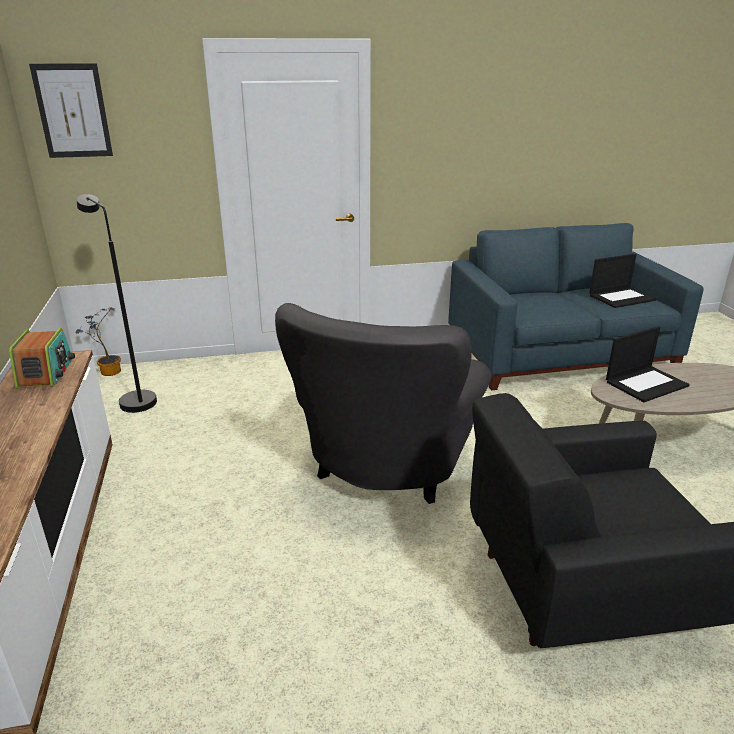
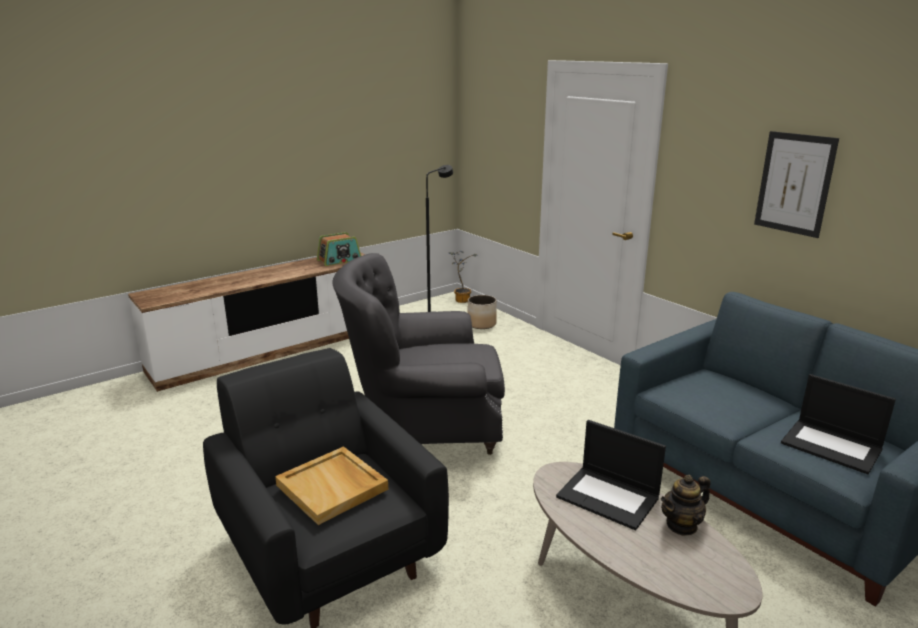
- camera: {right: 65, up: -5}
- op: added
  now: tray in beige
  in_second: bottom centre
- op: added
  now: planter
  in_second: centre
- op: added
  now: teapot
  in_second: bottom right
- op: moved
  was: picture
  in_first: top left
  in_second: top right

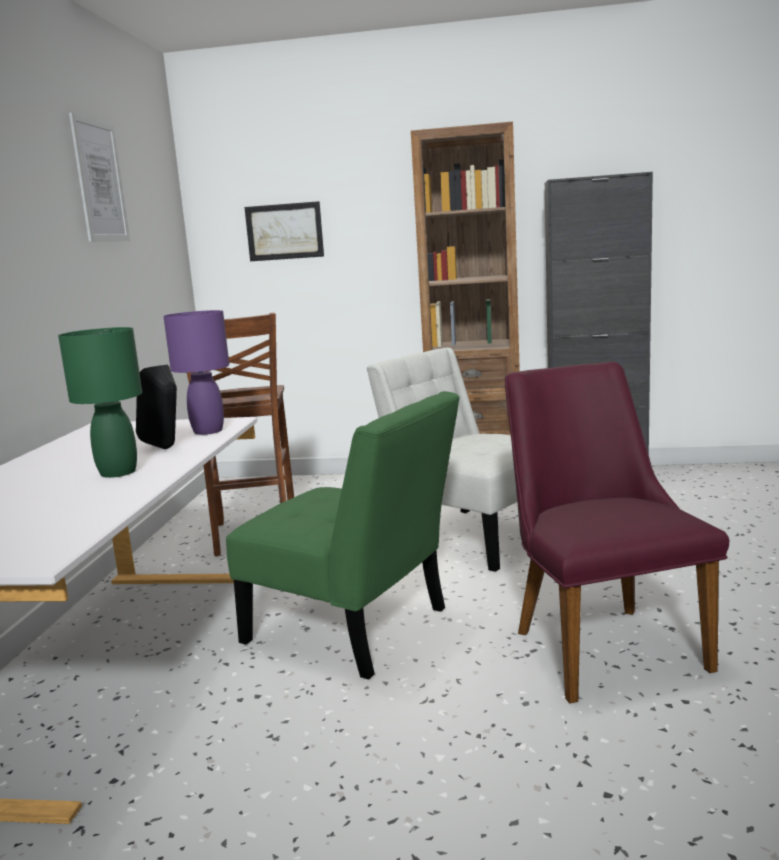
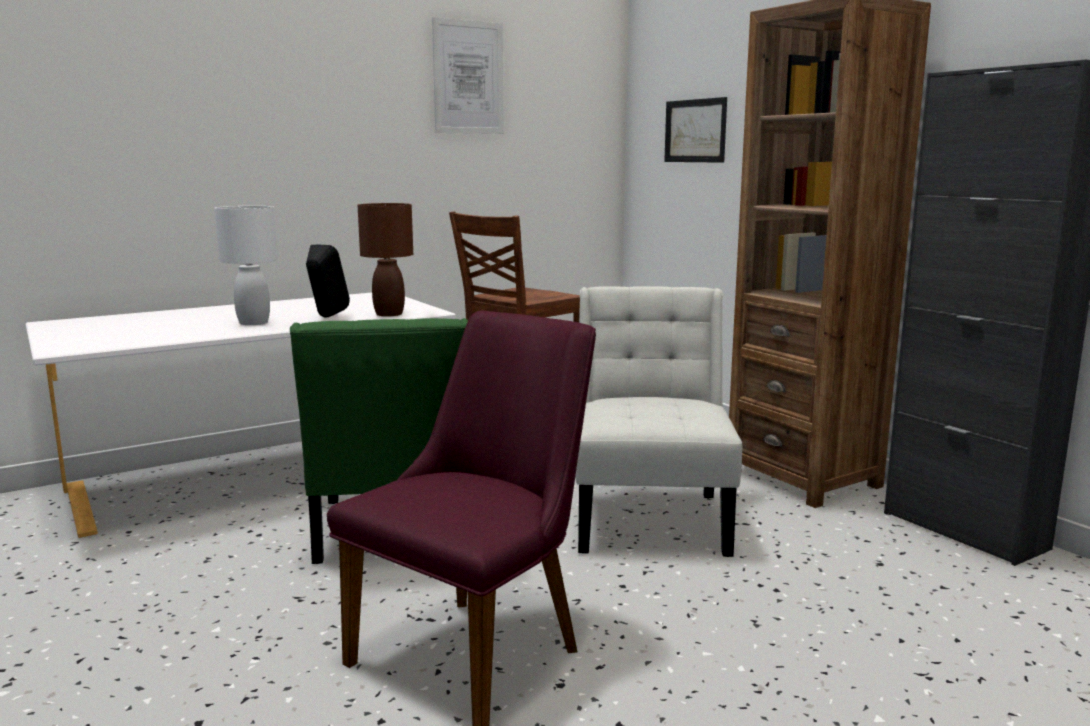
- camera: {right: 50, up: 0}
- op: recoloured
  was: table lamp in green
  now: table lamp in white
  in_first: middle left
  in_second: middle left
- op: recoloured
  was: table lamp in purple
  now: table lamp in brown
  in_first: middle left
  in_second: centre

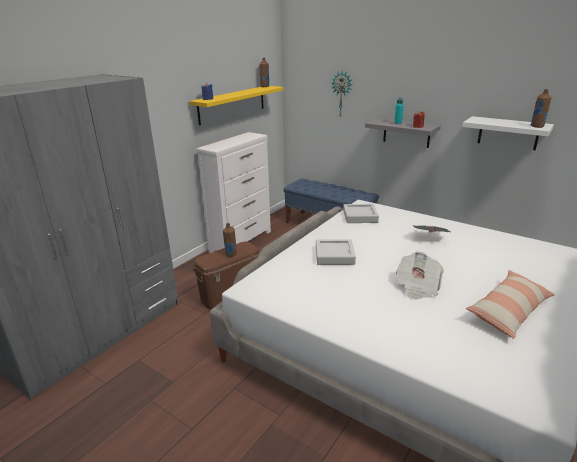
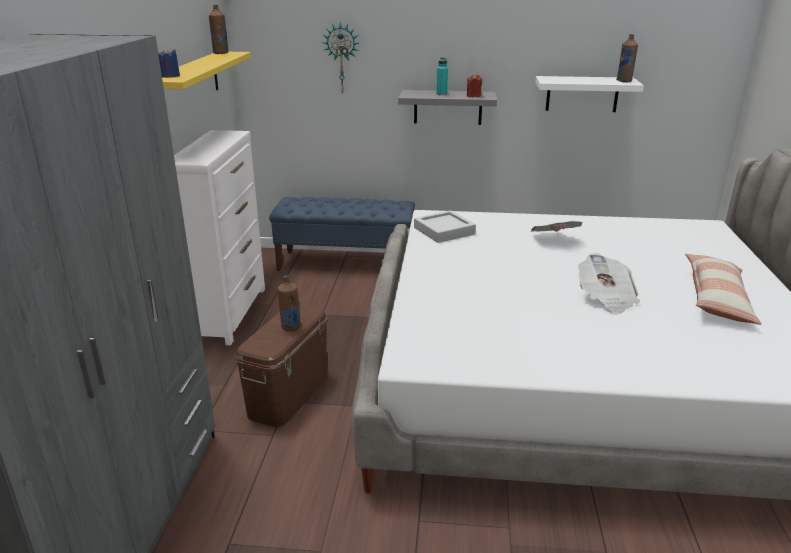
- camera: {right: -30, up: 0}
- op: removed
  was: tray in grey (1st from left)
  in_first: centre

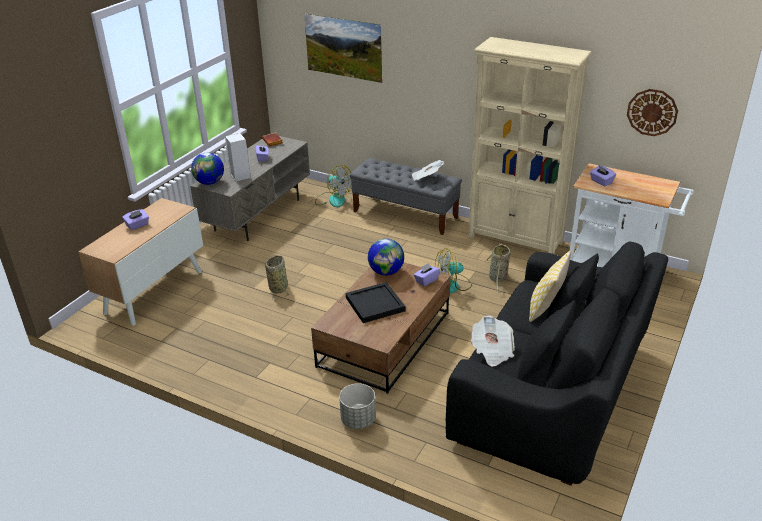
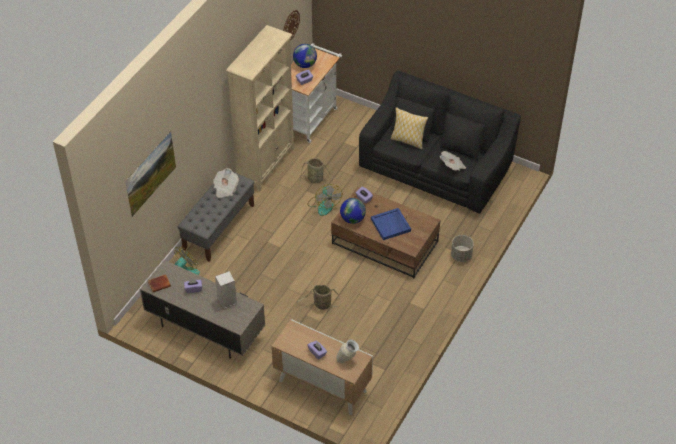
- camera: {right: -90, up: 15}
- op: added
  now: vase
  in_second: bottom centre
- op: moved
  was: globe (1st from left)
  in_first: top left
  in_second: top centre
- op: recoloured
  was: tray in black
  now: tray in blue
  in_first: centre
  in_second: centre

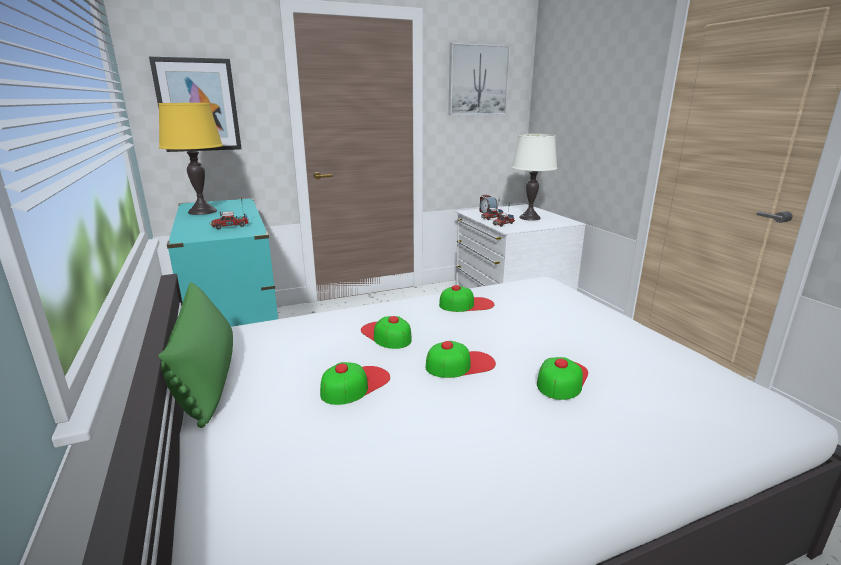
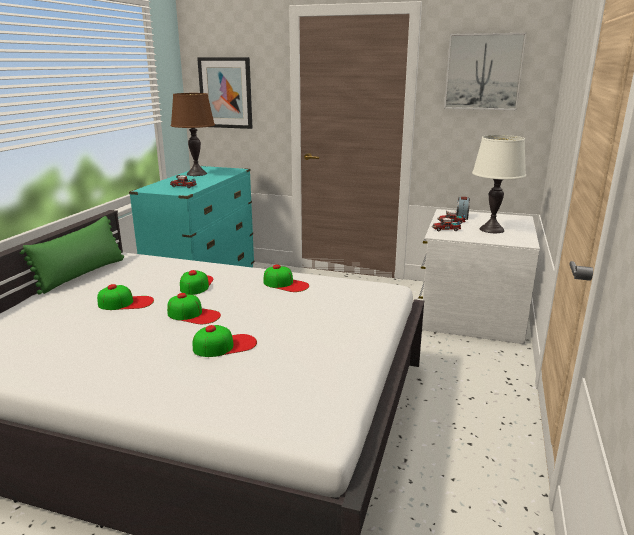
- camera: {right: 40, up: 0}
- op: recoloured
  was: table lamp in yellow
  now: table lamp in brown
  in_first: top left
  in_second: top left

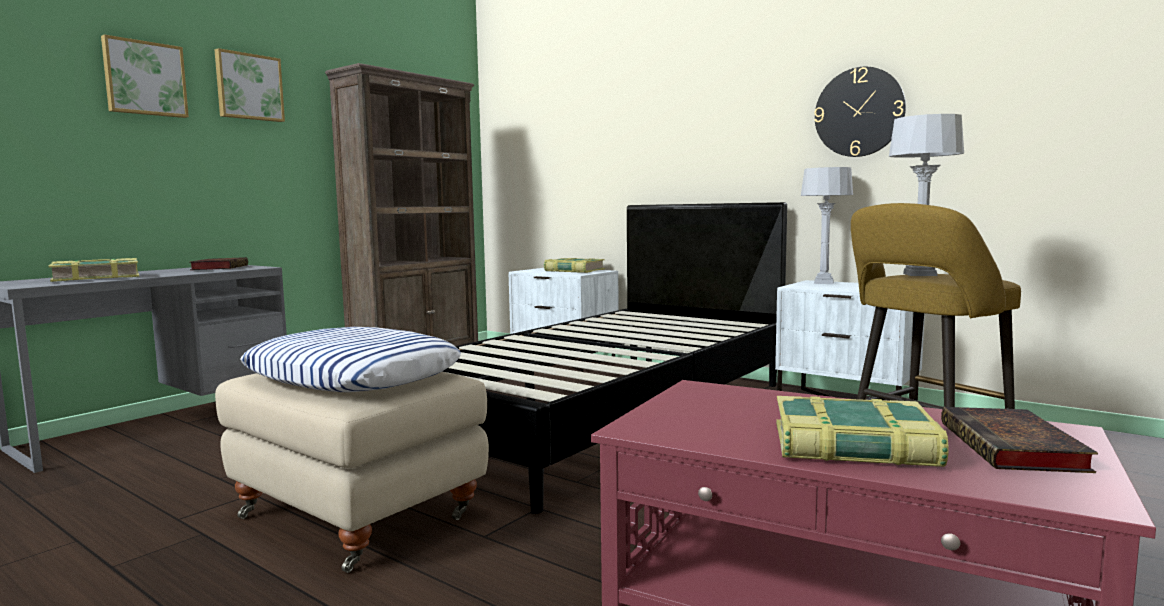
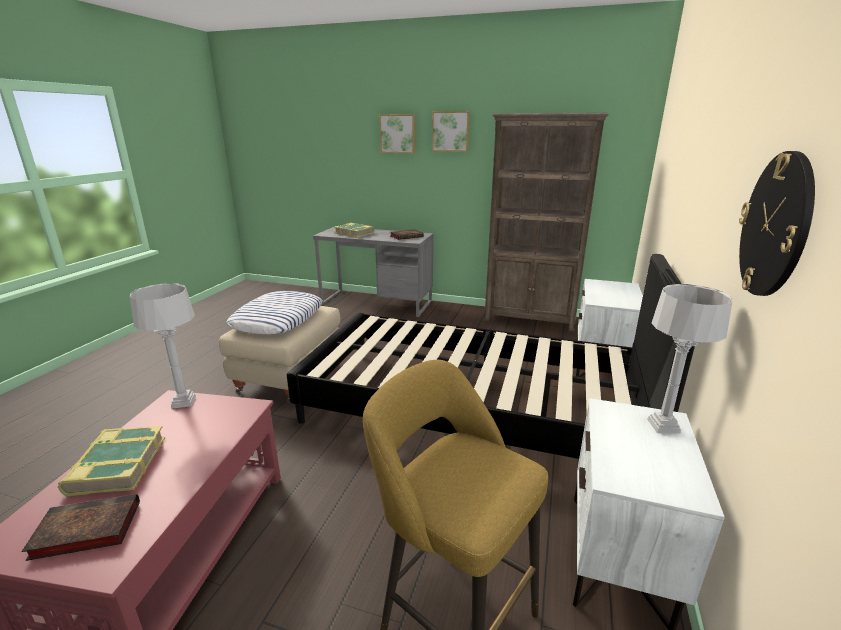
- camera: {right: 70, up: 15}
- op: removed
  was: book (3rd from left)
  in_first: centre
- op: moved
  was: table lamp in grey (2nd from left in the first image)
  now: table lamp in grey (1st from left)
  in_first: top right
  in_second: middle left

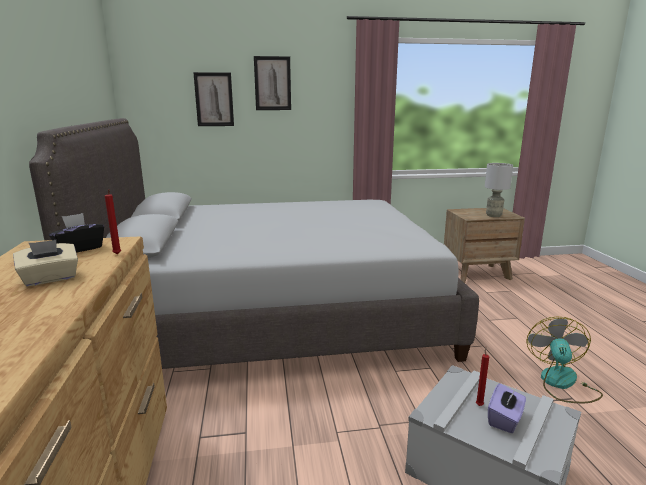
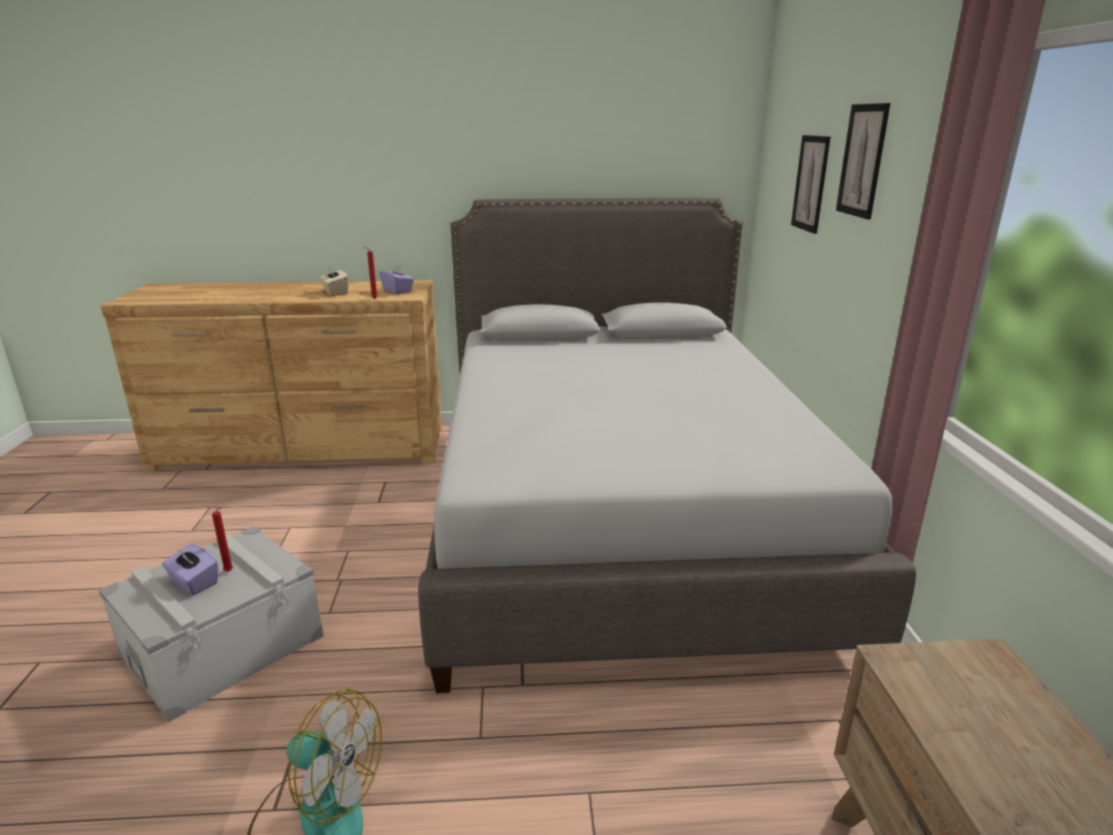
- camera: {right: 95, up: 5}
- op: removed
  was: table lamp in grey
  in_first: middle right
- op: recoloured
  was: tissue box in black
  now: tissue box in purple (2nd from left)
  in_first: middle left
  in_second: top centre

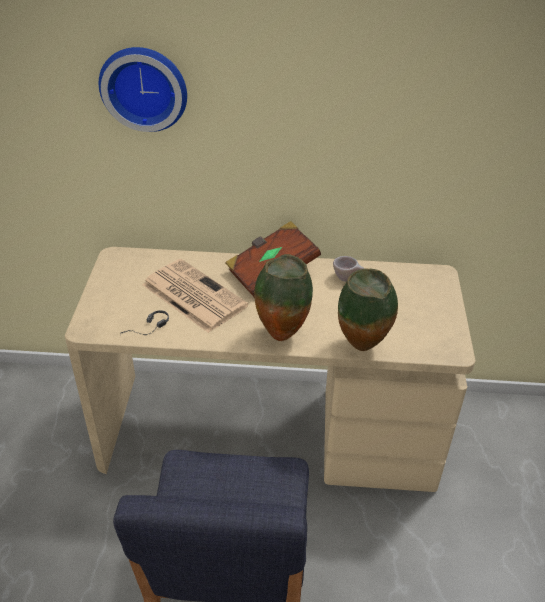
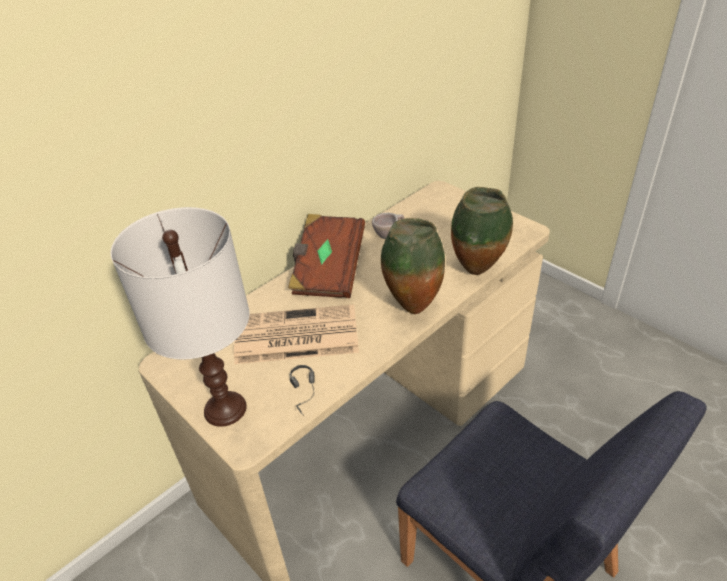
- camera: {right: -45, up: 0}
- op: removed
  was: wall clock
  in_first: top left
- op: added
  now: table lamp in white
  in_second: middle left

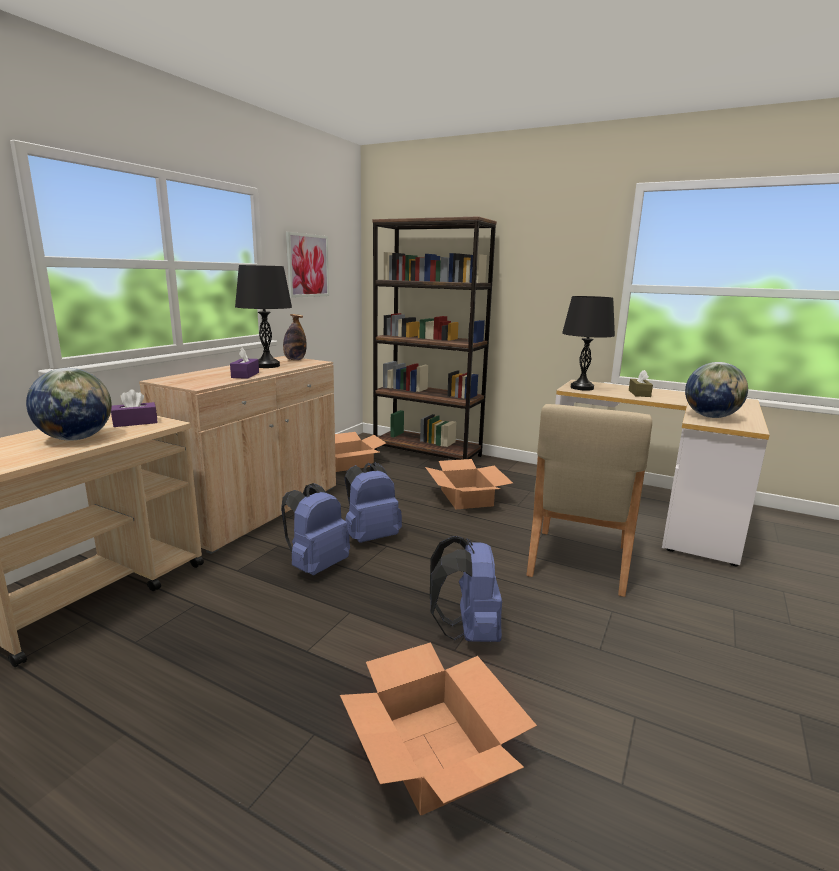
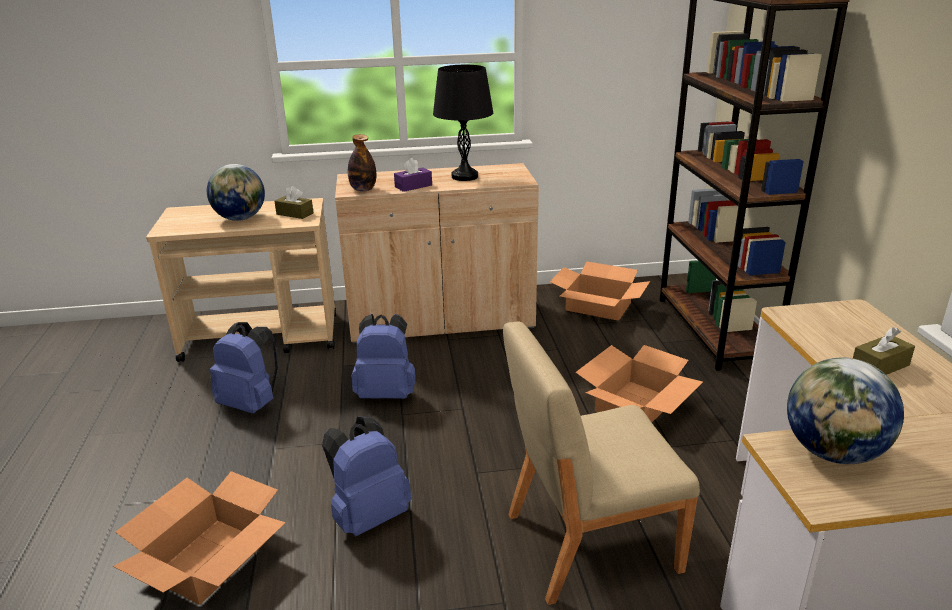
- camera: {right: 55, up: 10}
- op: removed
  was: picture
  in_first: top centre
- op: removed
  was: table lamp in black (2nd from left)
  in_first: middle right
- op: moved
  was: bottle
  in_first: centre
  in_second: top centre
- op: moved
  was: backpack in blue (2nd from left in the first image)
  now: backpack in blue (1st from left)
  in_first: centre
  in_second: middle left
- op: recoloured
  was: tissue box in purple (1st from left)
  now: tissue box in brown (1st from left)
  in_first: middle left
  in_second: top left

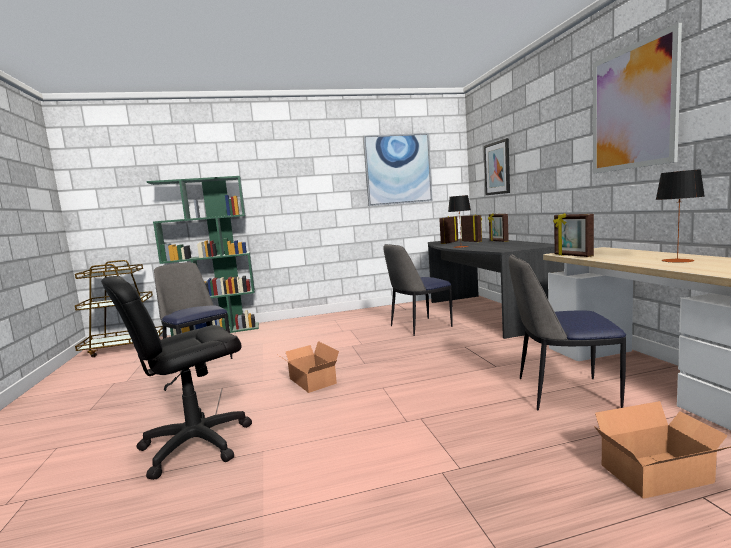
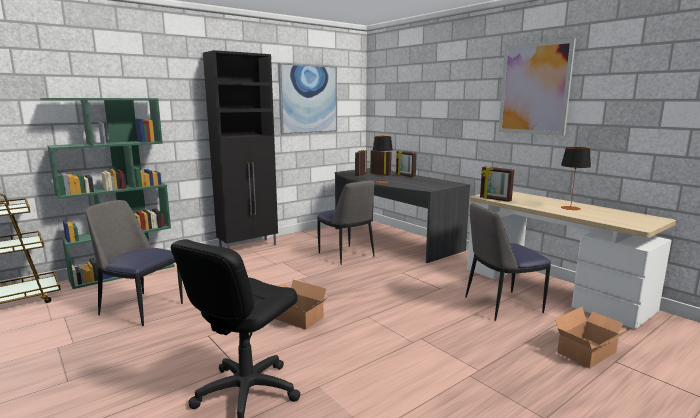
- camera: {right: -25, up: 5}
- op: removed
  was: picture (2nd from left)
  in_first: top right
- op: added
  now: cabinet in black
  in_second: centre
- op: turned
  was: chair (2nd from left)
  in_first: centre
  in_second: centre
  clockwise: -75

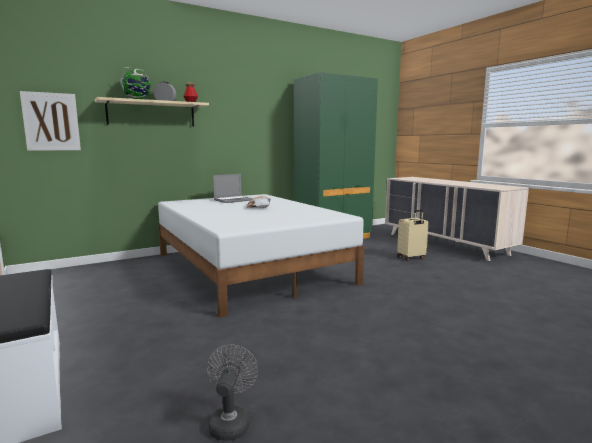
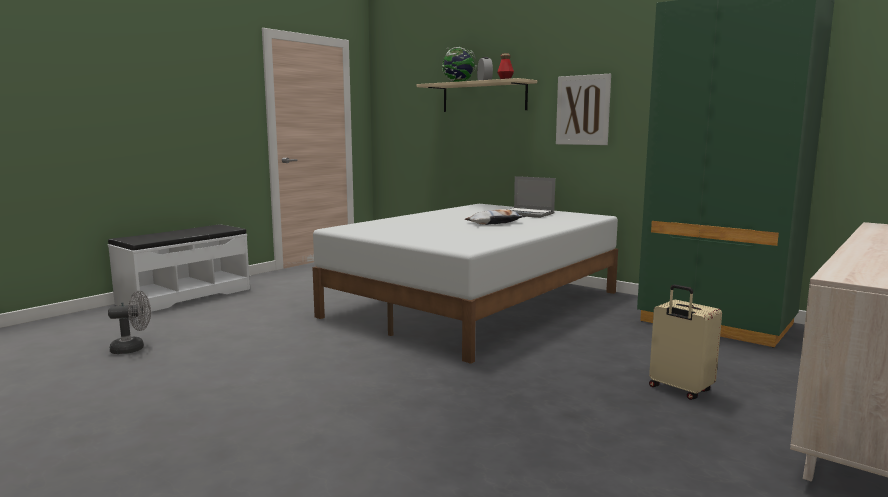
- camera: {right: 70, up: 0}
- op: moved
  was: picture
  in_first: top left
  in_second: top centre

